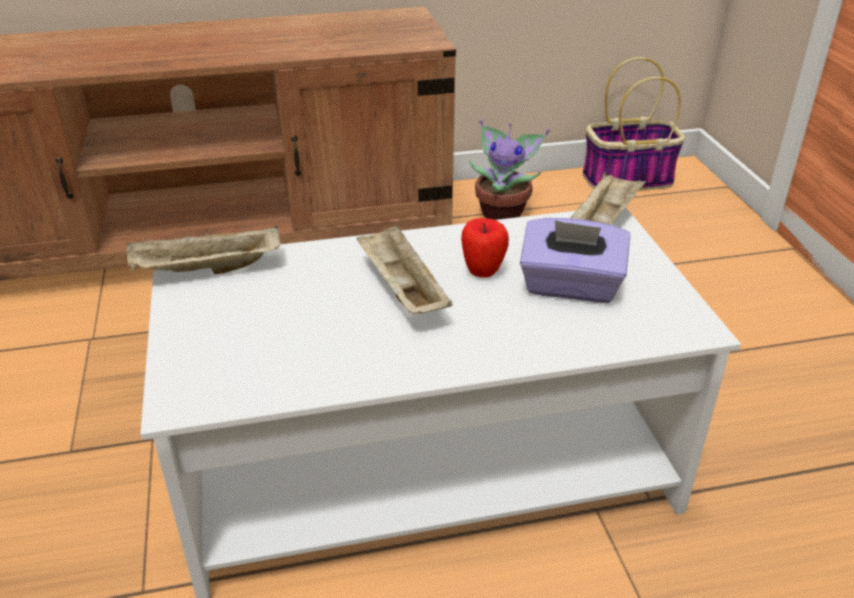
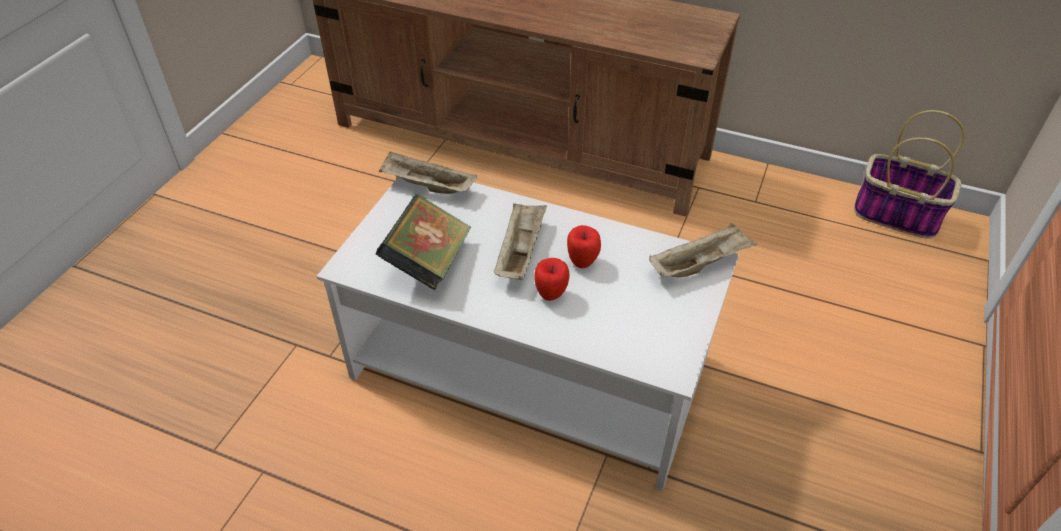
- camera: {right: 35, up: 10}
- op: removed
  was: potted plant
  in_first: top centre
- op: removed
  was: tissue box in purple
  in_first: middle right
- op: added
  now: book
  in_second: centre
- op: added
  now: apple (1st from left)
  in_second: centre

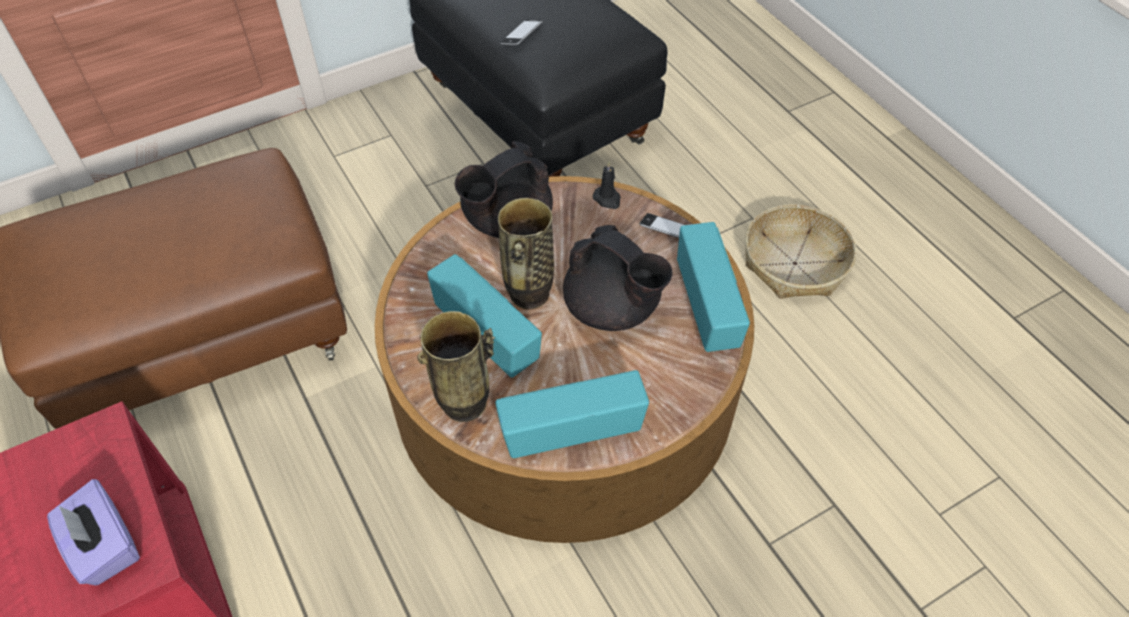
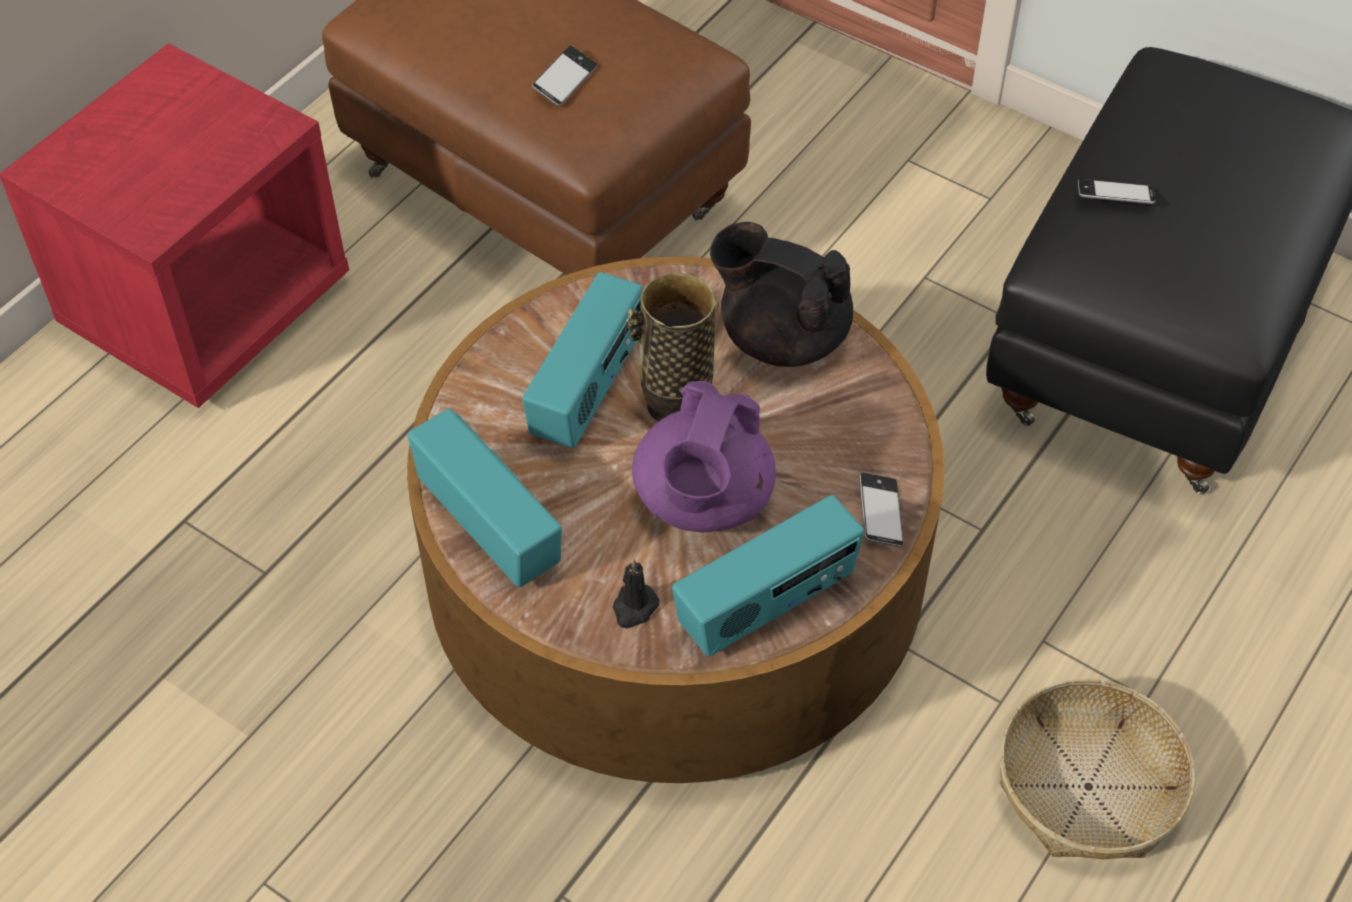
- camera: {right: 65, up: 0}
- op: removed
  was: tissue box in purple
  in_first: bottom left
- op: removed
  was: vase (1st from left)
  in_first: centre
- op: added
  now: phone (1st from left)
  in_second: top centre
- op: moved
  was: candle in black
  in_first: top centre
  in_second: centre
- op: recoloured
  was: teapot in black (2nd from left)
  now: teapot in purple
  in_first: centre
  in_second: centre

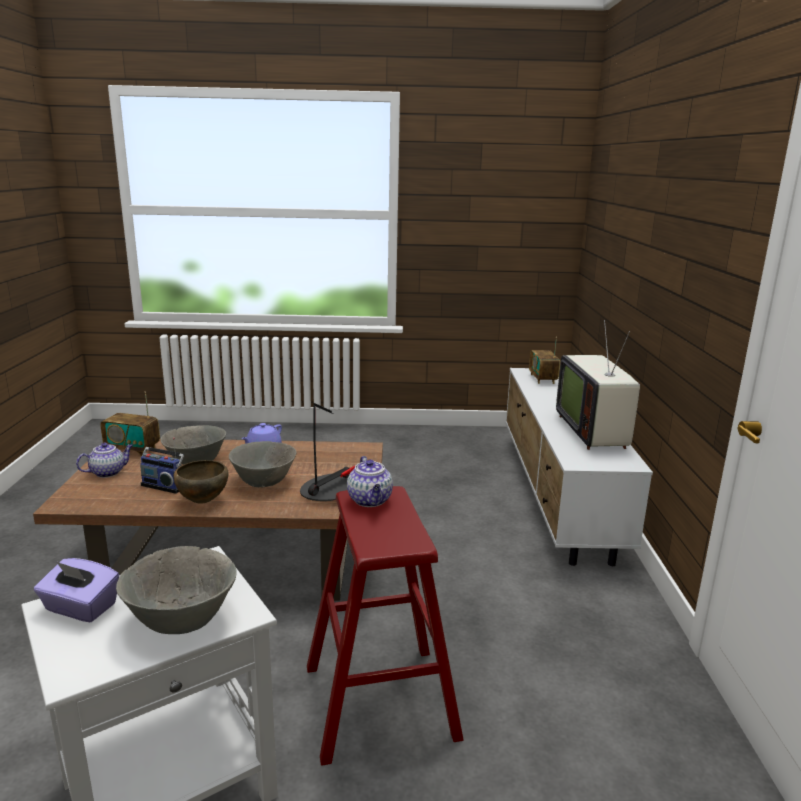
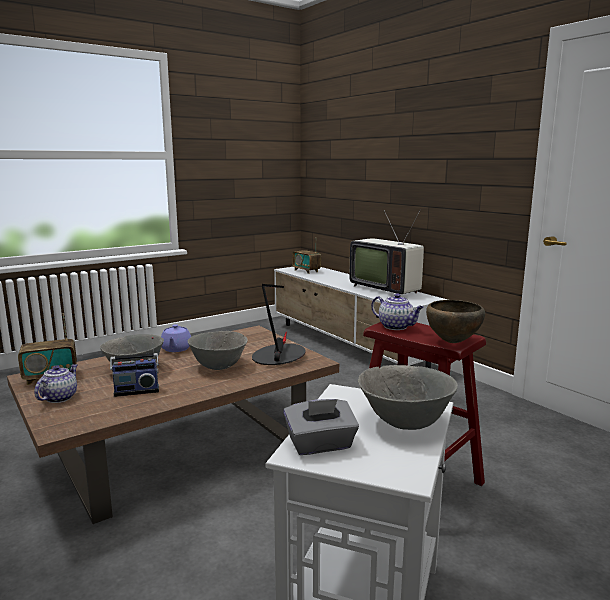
- camera: {right: -35, up: -5}
- op: moved
  was: bowl in brown
  in_first: middle left
  in_second: middle right
- op: recoloured
  was: tissue box in purple
  now: tissue box in grey
  in_first: bottom left
  in_second: bottom centre

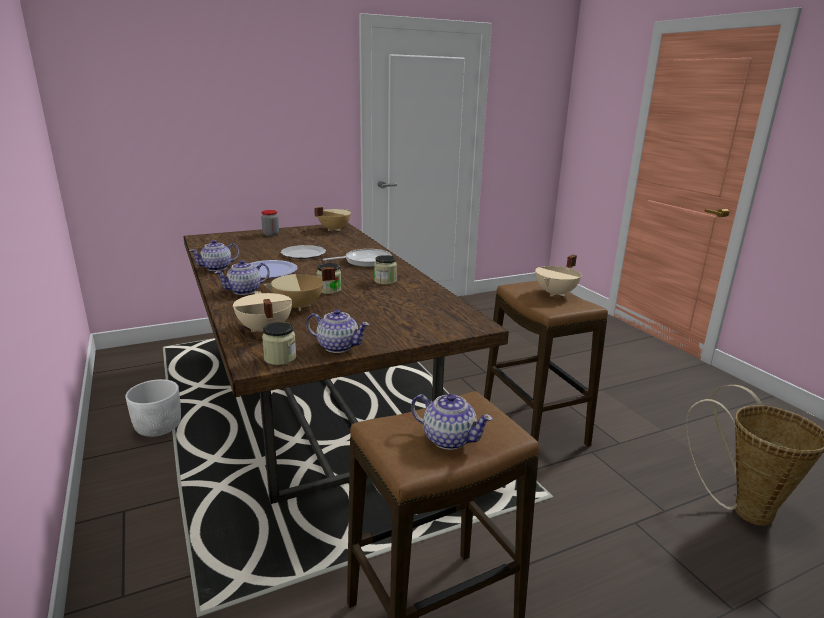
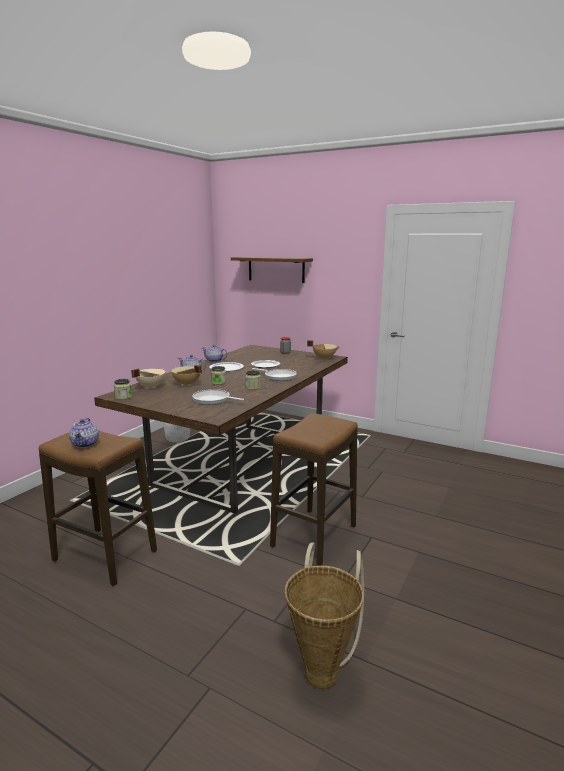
- camera: {right: 55, up: -5}
- op: removed
  was: teapot (3rd from left)
  in_first: centre
- op: removed
  was: cooking pot in beige (4th from left)
  in_first: middle right
- op: added
  now: frying pan (1st from left)
  in_second: centre
- op: added
  now: shelf in brown
  in_second: centre

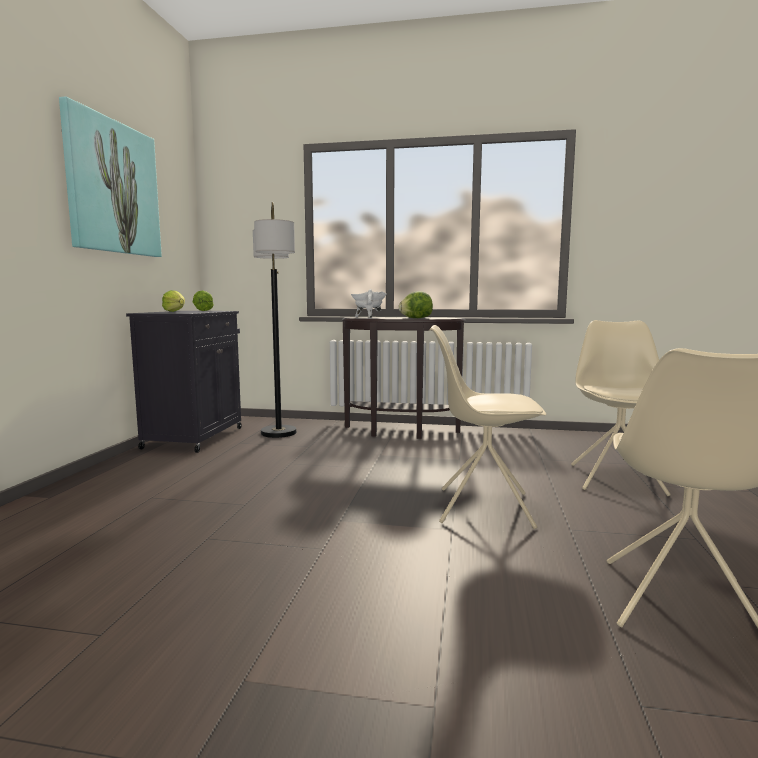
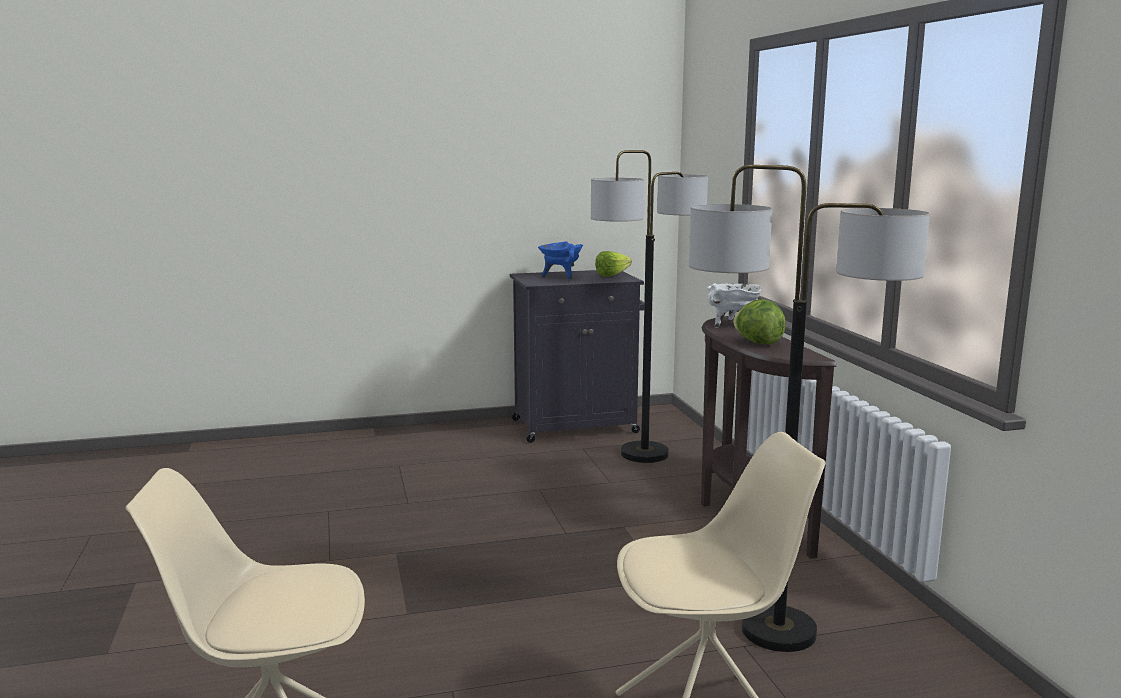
- camera: {right: 65, up: 5}
- op: removed
  was: picture
  in_first: top left
- op: removed
  was: chair in beige (1st from left)
  in_first: centre
- op: added
  now: floor lamp (2nd from left)
  in_second: middle right
- op: replaced
  was: lettuce (1st from left)
  now: cooking pot in blue
  in_first: middle left
  in_second: centre

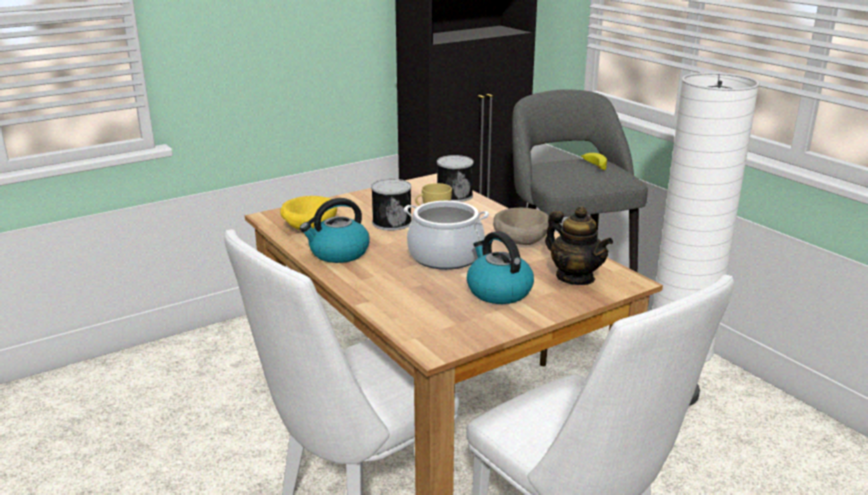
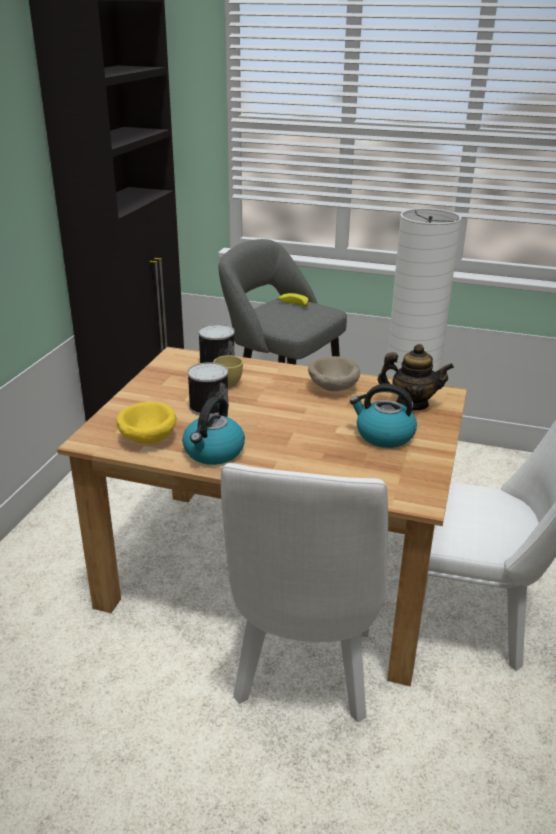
- camera: {right: -40, up: 5}
- op: removed
  was: cooking pot
  in_first: centre

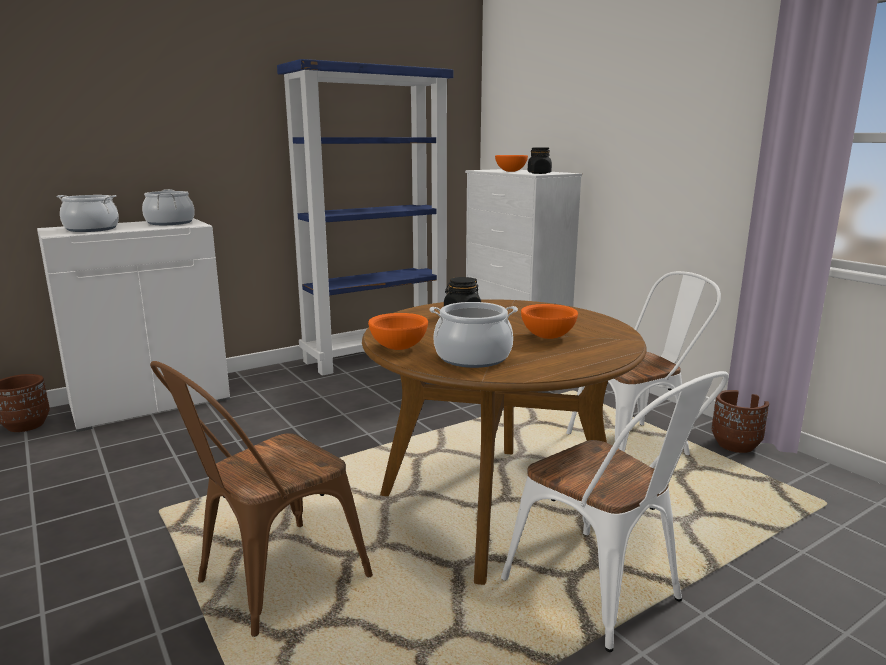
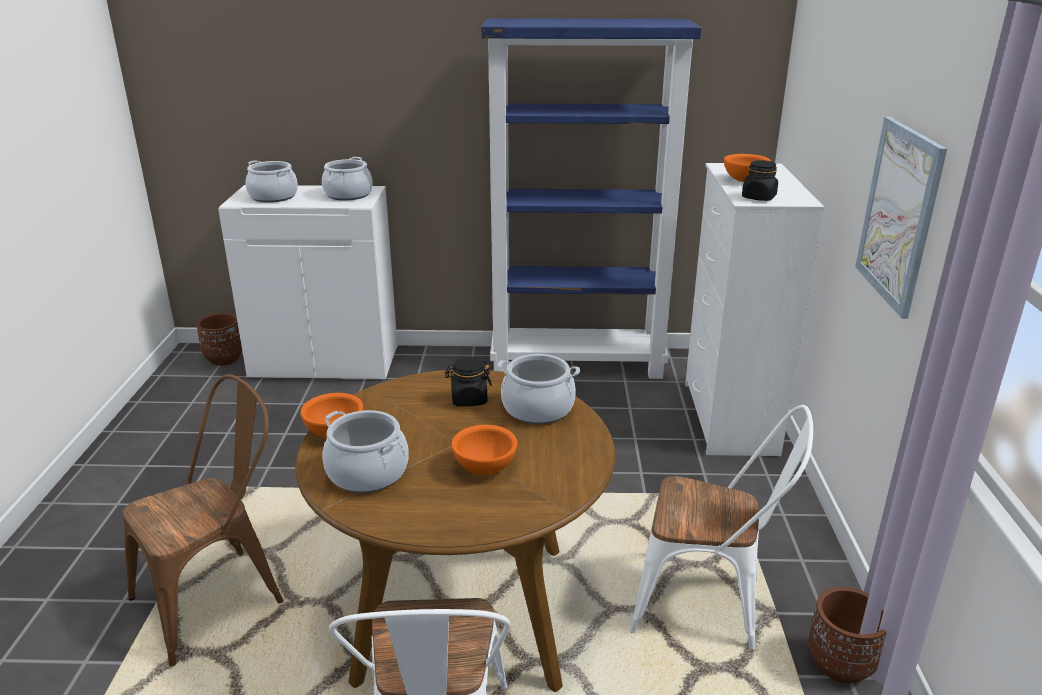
- camera: {right: 35, up: 10}
- op: added
  now: cooking pot (4th from left)
  in_second: centre
- op: added
  now: picture
  in_second: top right
- op: turned
  was: chair in brown
  in_first: bottom left
  in_second: bottom left
  clockwise: 150

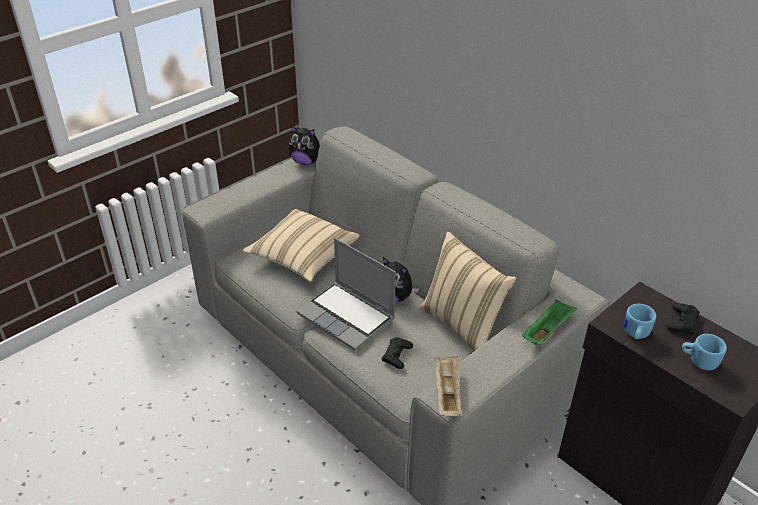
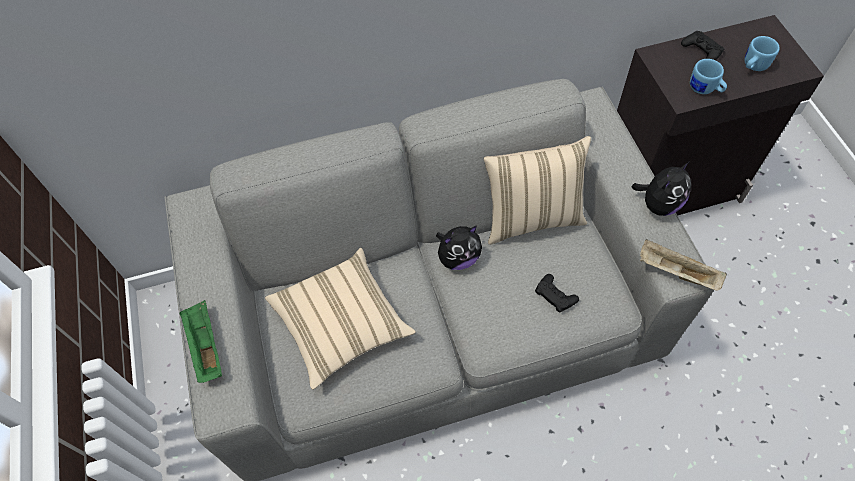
- camera: {right: -60, up: 20}
- op: removed
  was: laptop
  in_first: centre
- op: moved
  was: plush toy (1st from left in the first image)
  now: plush toy (2nd from left)
  in_first: top centre
  in_second: middle right
- op: moved
  was: tray in green
  in_first: middle right
  in_second: bottom left

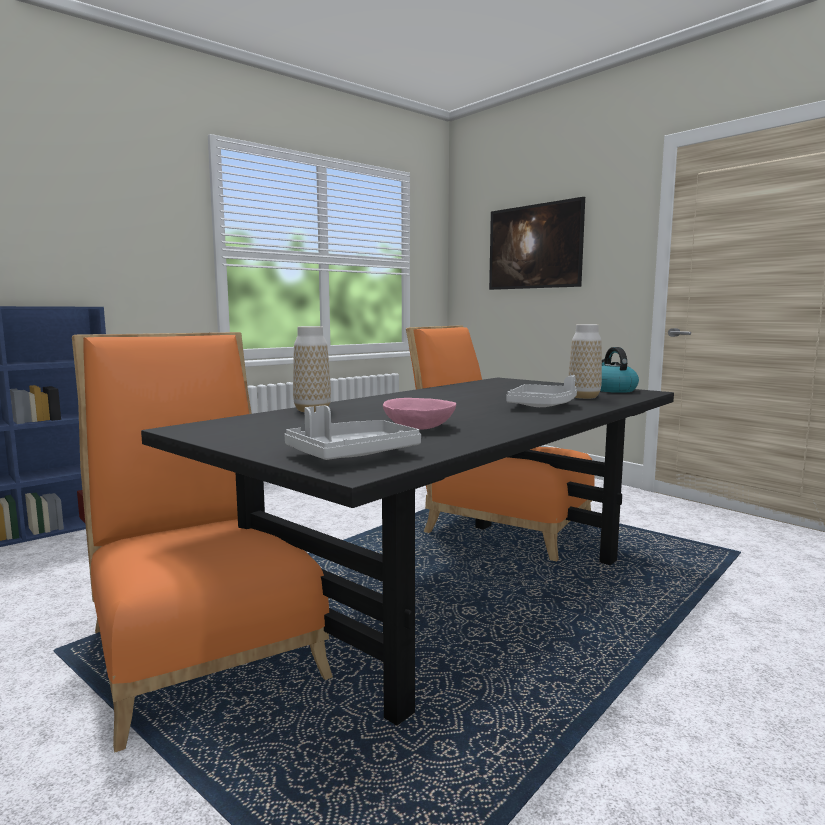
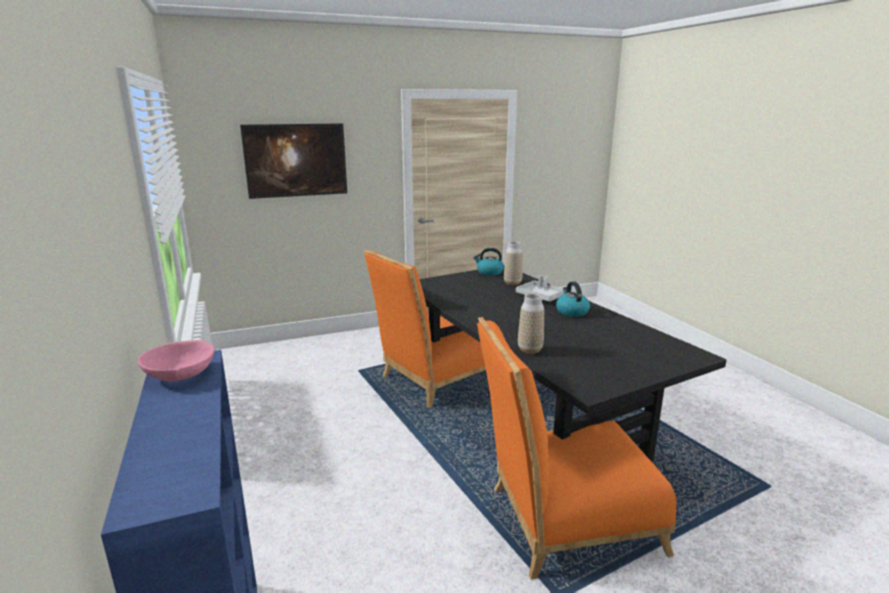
- camera: {right: -70, up: 10}
- op: removed
  was: tray in grey (1st from left)
  in_first: centre
- op: added
  now: kettle (2nd from left)
  in_second: centre
- op: moved
  was: bowl in pink
  in_first: centre
  in_second: middle left

